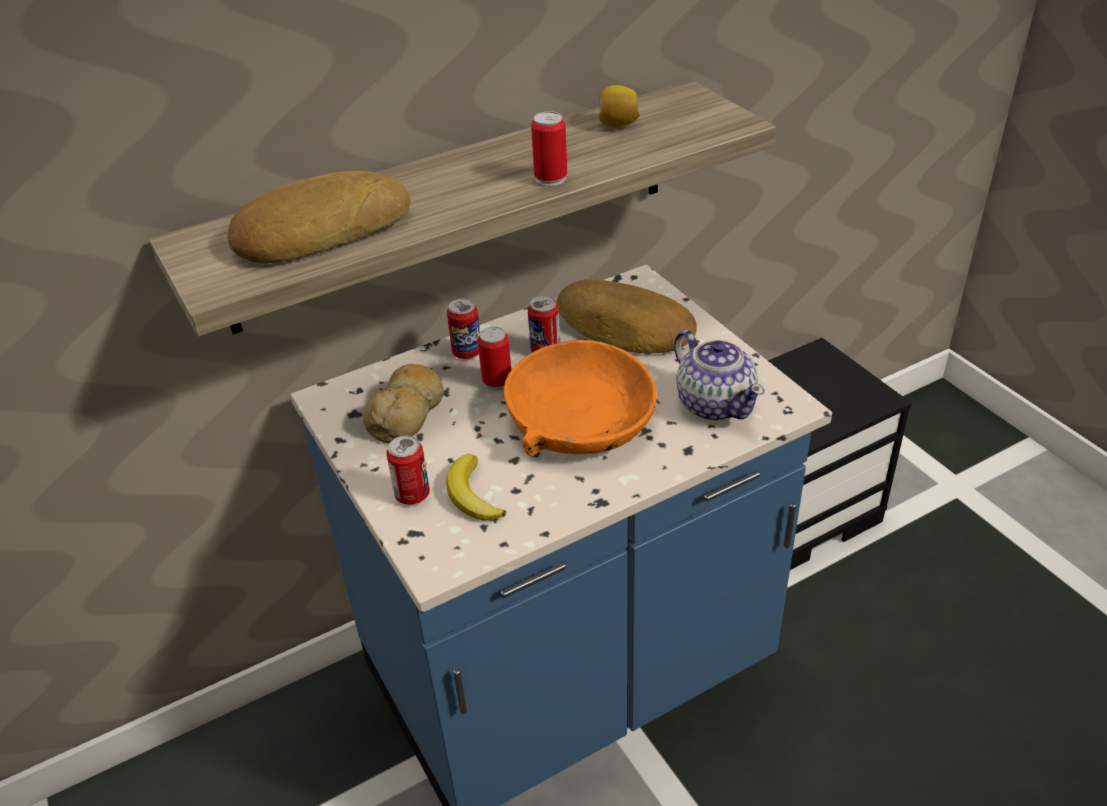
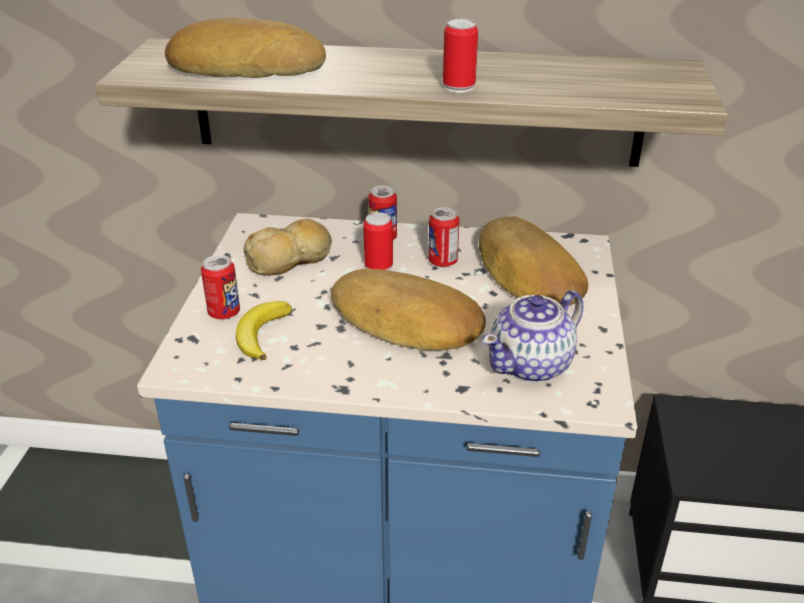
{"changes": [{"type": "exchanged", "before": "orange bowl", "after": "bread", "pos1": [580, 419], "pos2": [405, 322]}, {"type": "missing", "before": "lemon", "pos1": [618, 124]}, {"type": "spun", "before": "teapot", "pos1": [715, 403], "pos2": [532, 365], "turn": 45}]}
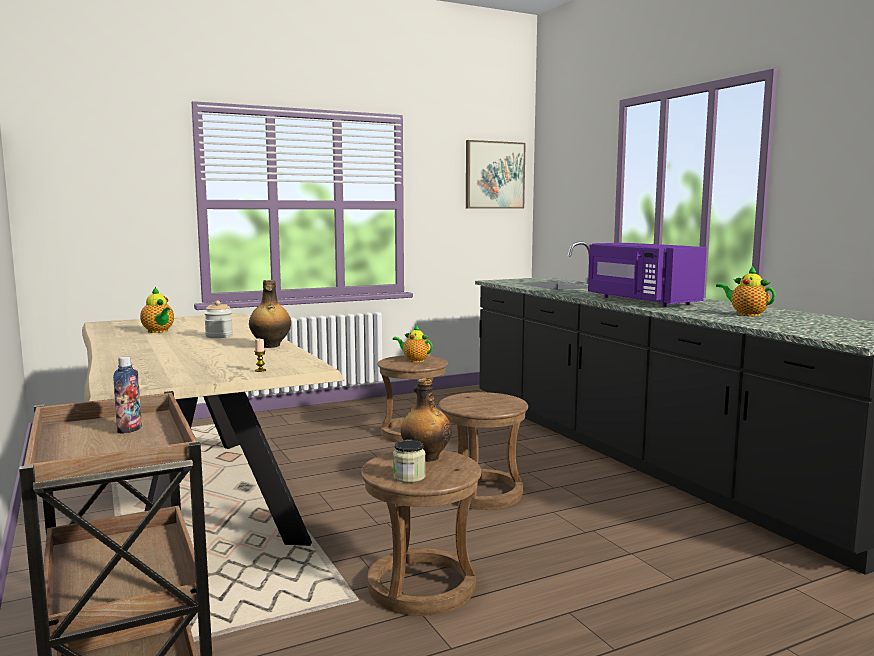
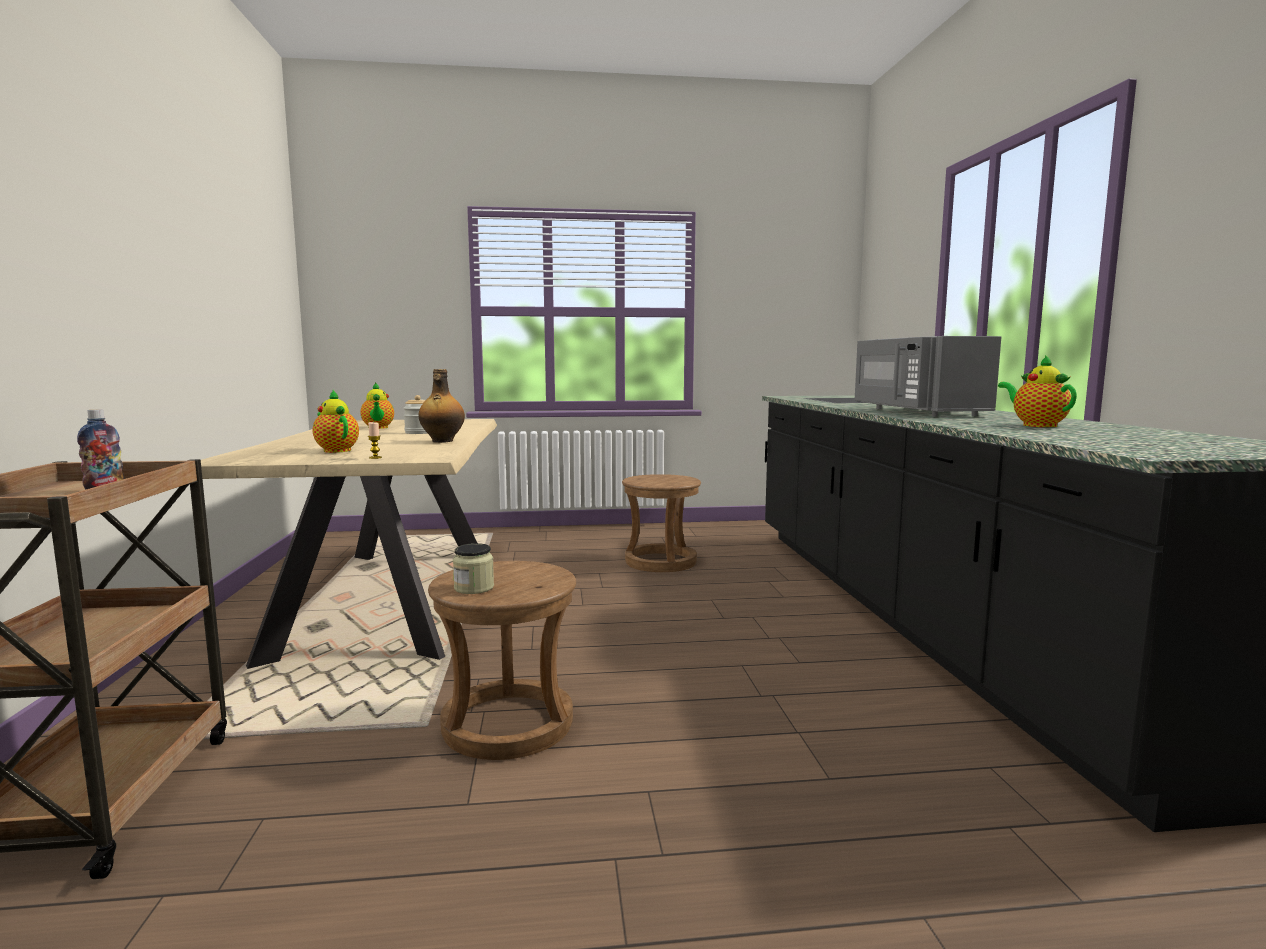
{"changes": [{"type": "relocated", "before": "teapot", "pos1": [414, 360], "pos2": [336, 450]}, {"type": "missing", "before": "bottle", "pos1": [426, 457]}, {"type": "missing", "before": "brown stool", "pos1": [482, 493]}, {"type": "missing", "before": "picture", "pos1": [494, 175]}, {"type": "colour", "before": "purple microwave", "after": "grey microwave", "pos1": [640, 301], "pos2": [915, 412]}]}
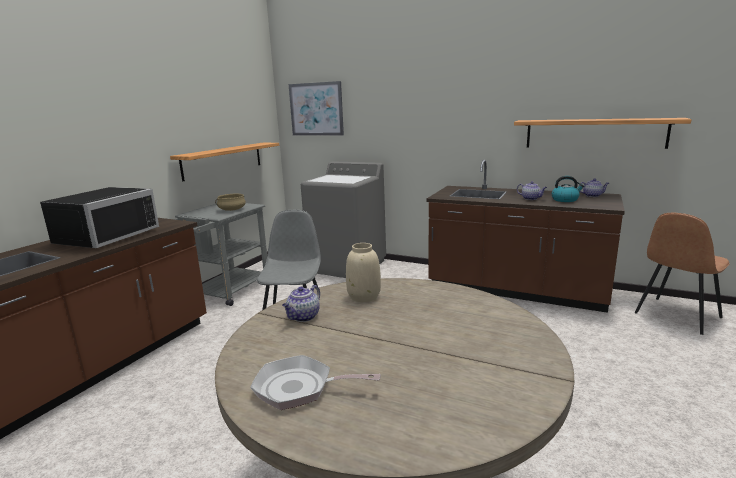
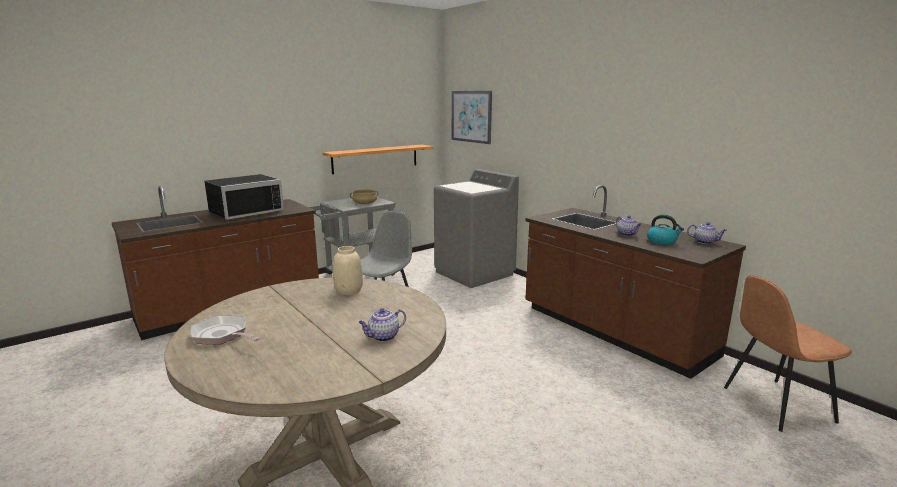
{"changes": [{"type": "relocated", "before": "teapot", "pos1": [303, 317], "pos2": [383, 337]}, {"type": "missing", "before": "shelf", "pos1": [594, 133]}]}
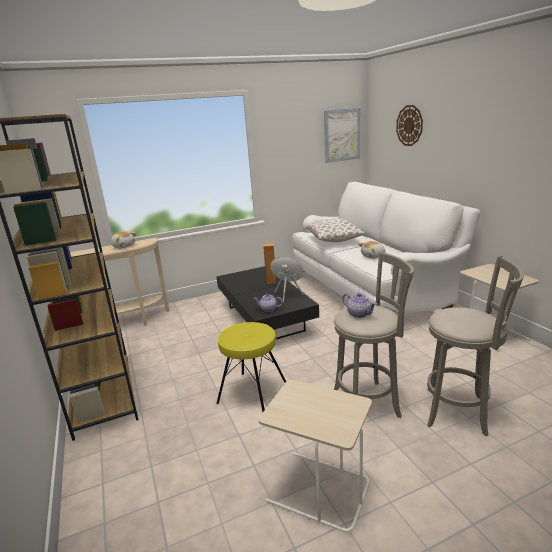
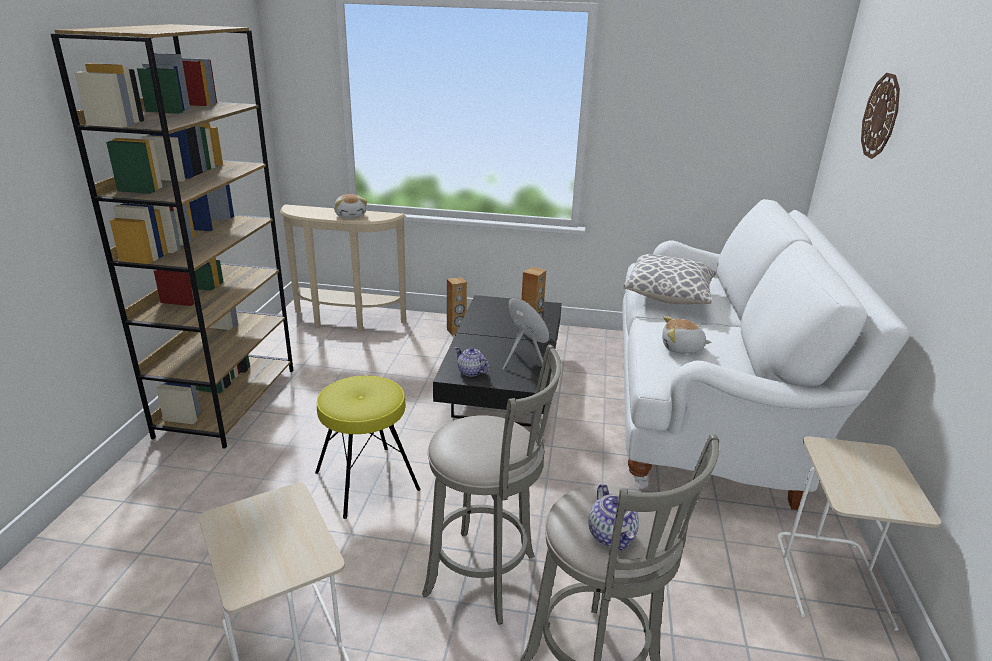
{"changes": [{"type": "missing", "before": "picture", "pos1": [342, 135]}, {"type": "relocated", "before": "teapot", "pos1": [359, 314], "pos2": [612, 535]}, {"type": "appeared", "after": "brown speaker", "pos2": [456, 331]}]}
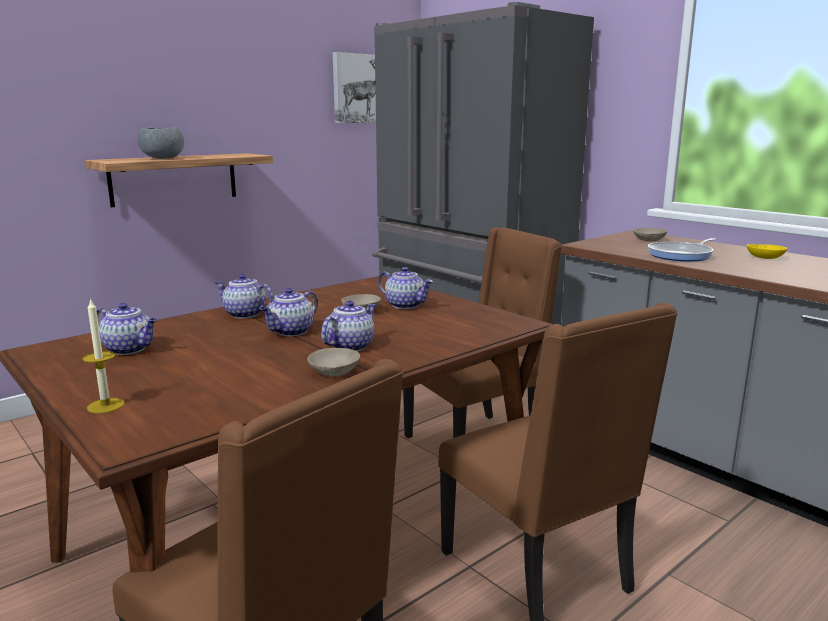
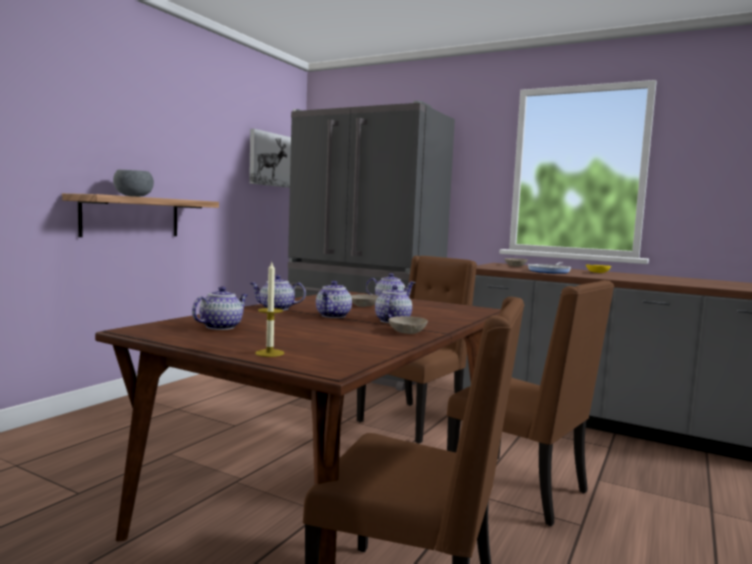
{"changes": [{"type": "spun", "before": "teapot", "pos1": [130, 349], "pos2": [221, 327], "turn": -60}]}
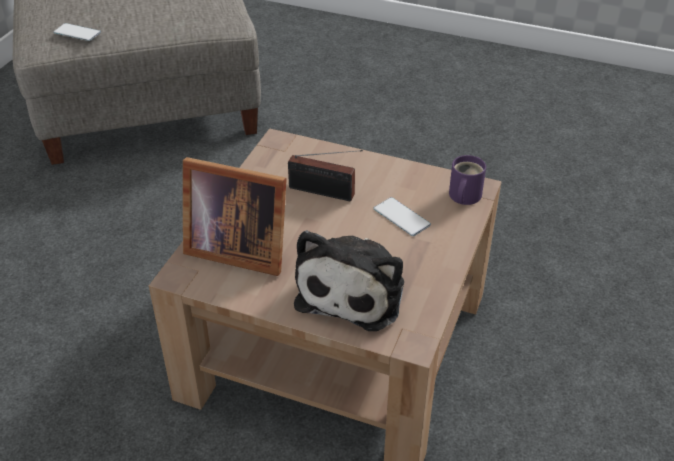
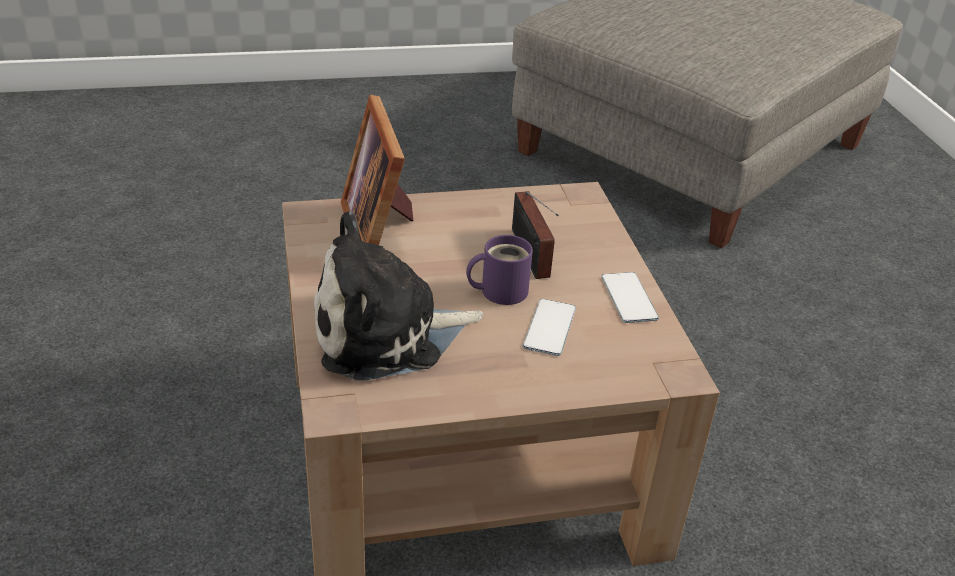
{"changes": [{"type": "relocated", "before": "phone", "pos1": [77, 32], "pos2": [629, 298]}, {"type": "relocated", "before": "purple mug", "pos1": [463, 196], "pos2": [499, 290]}]}
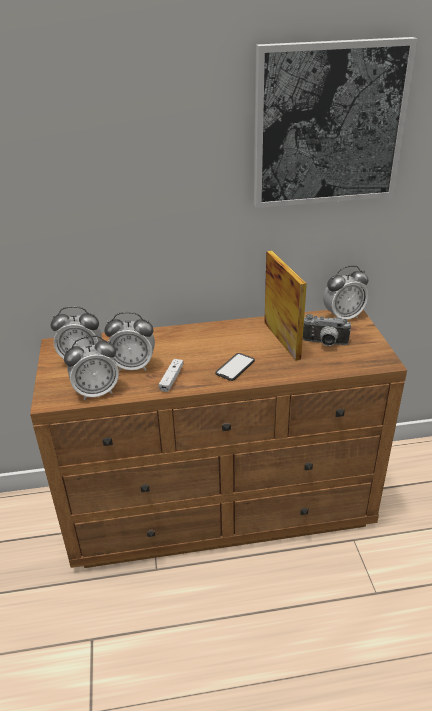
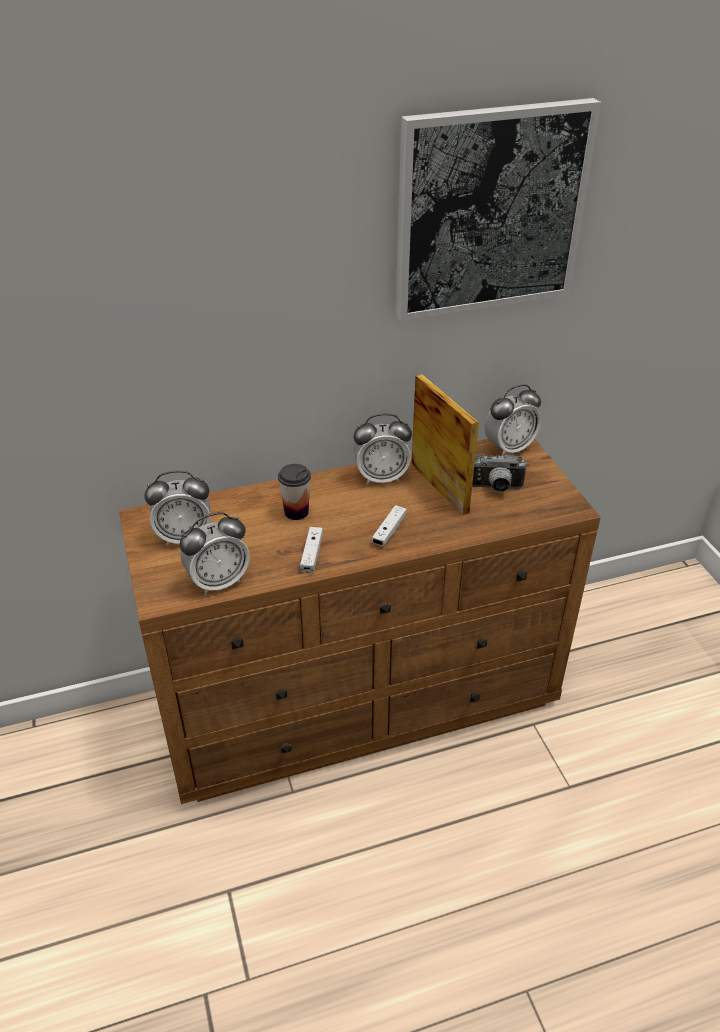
{"changes": [{"type": "relocated", "before": "alarm clock", "pos1": [133, 366], "pos2": [381, 478]}, {"type": "exchanged", "before": "phone", "after": "white game controller", "pos1": [235, 367], "pos2": [389, 531]}, {"type": "appeared", "after": "cup", "pos2": [296, 512]}]}
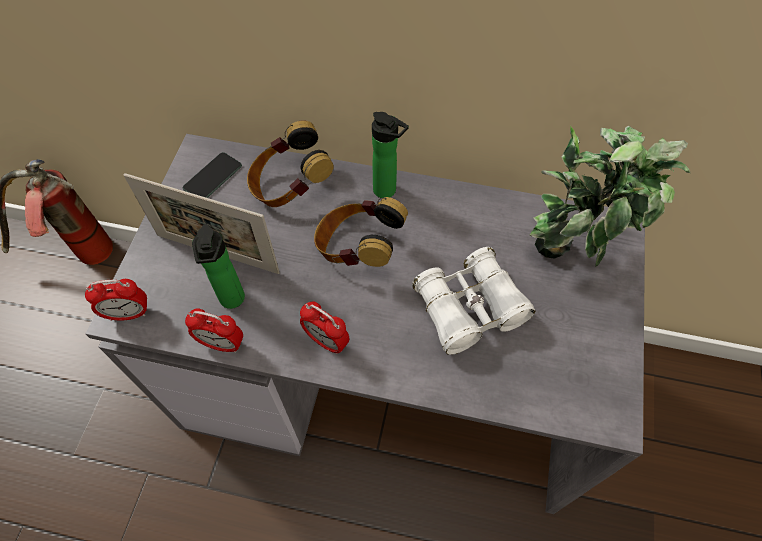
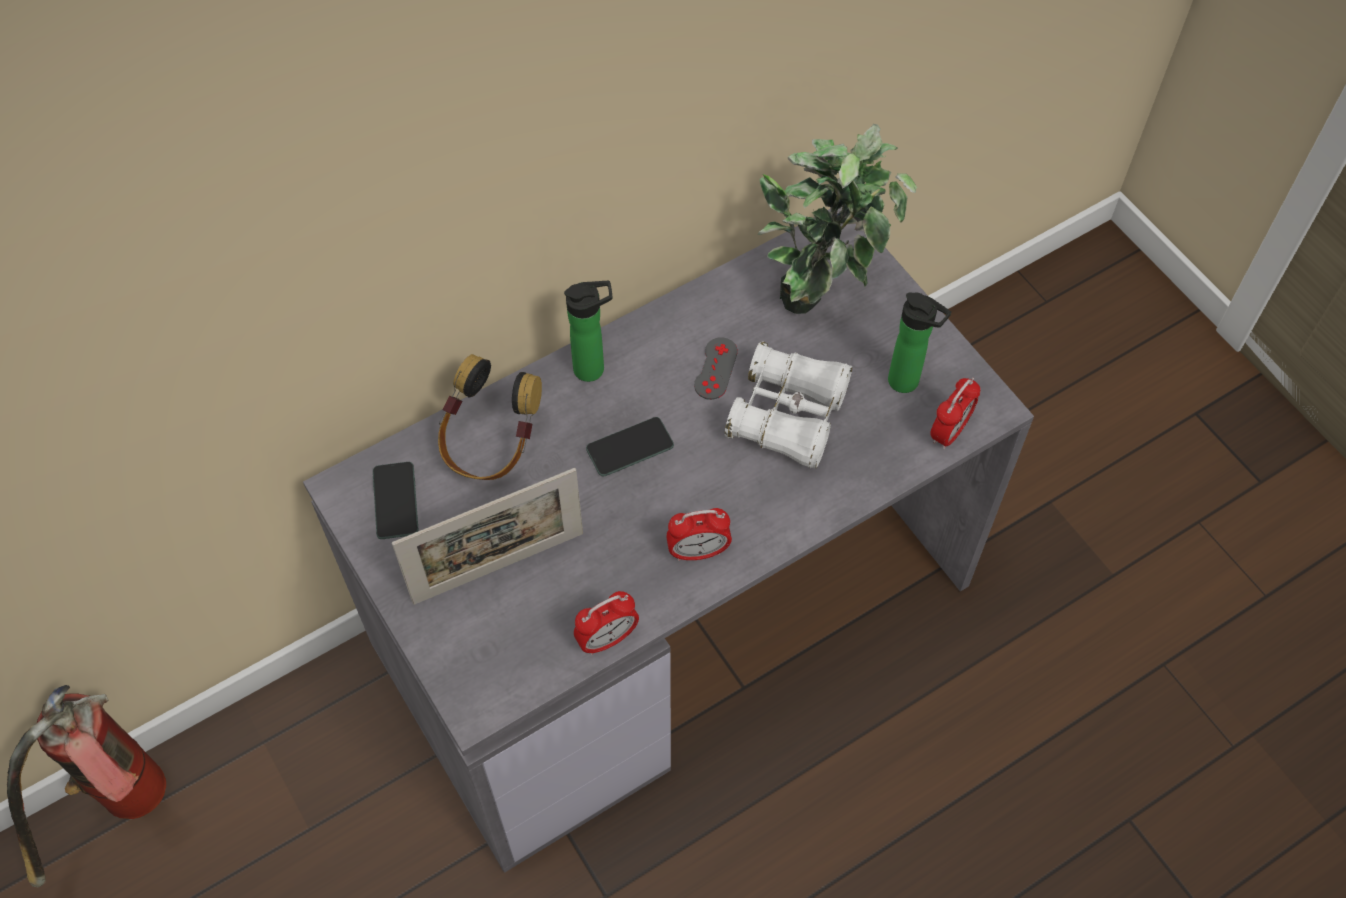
{"changes": [{"type": "relocated", "before": "alarm clock", "pos1": [129, 313], "pos2": [949, 432]}, {"type": "relocated", "before": "bottle", "pos1": [232, 301], "pos2": [907, 383]}, {"type": "exchanged", "before": "headphones", "after": "phone", "pos1": [357, 249], "pos2": [630, 447]}, {"type": "appeared", "after": "grey game controller", "pos2": [715, 368]}]}
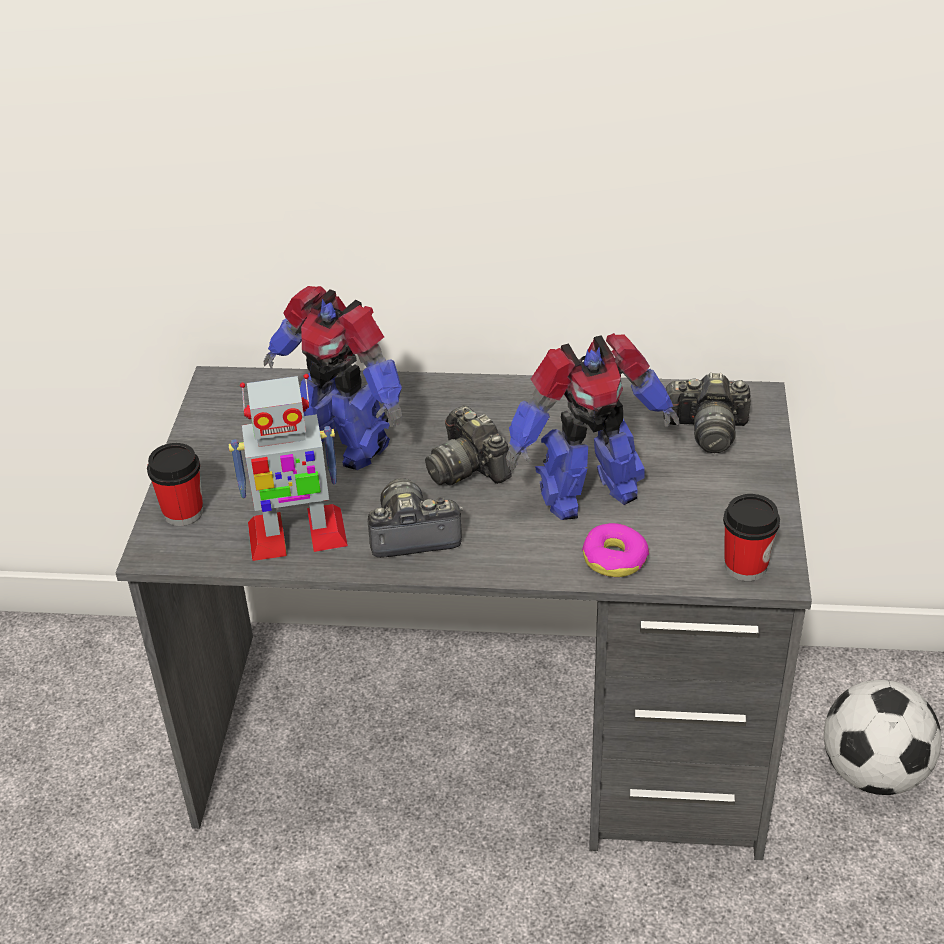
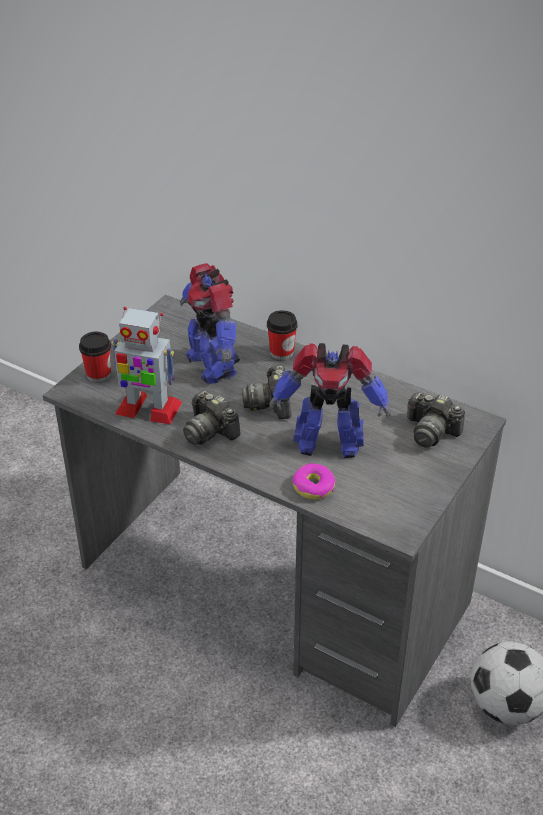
{"changes": [{"type": "spun", "before": "photo camera", "pos1": [412, 534], "pos2": [210, 431], "turn": -150}, {"type": "relocated", "before": "cup", "pos1": [745, 566], "pos2": [281, 353]}]}
